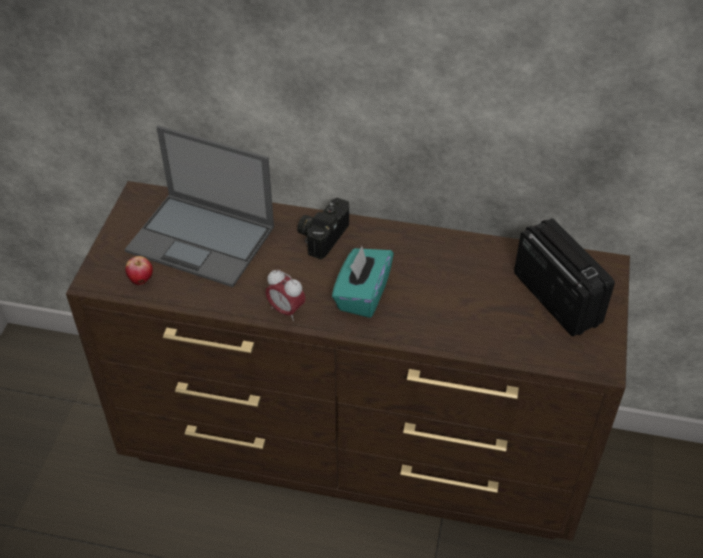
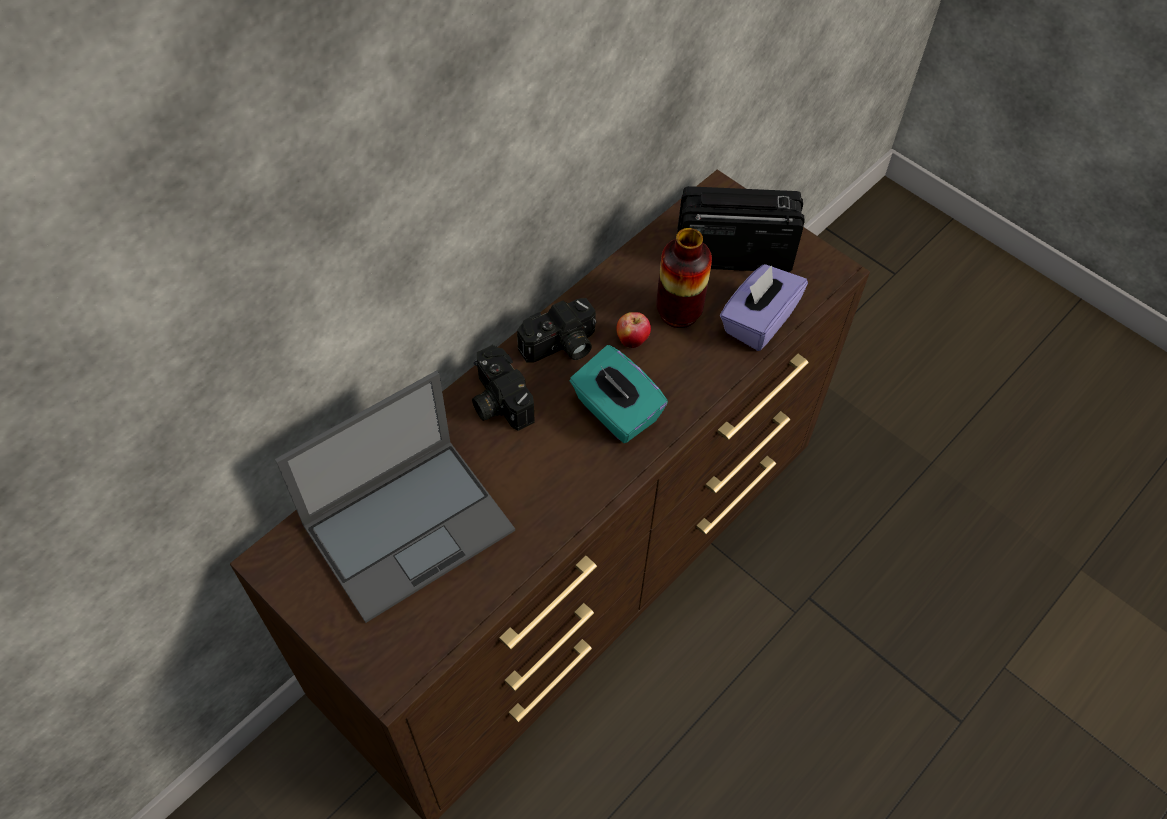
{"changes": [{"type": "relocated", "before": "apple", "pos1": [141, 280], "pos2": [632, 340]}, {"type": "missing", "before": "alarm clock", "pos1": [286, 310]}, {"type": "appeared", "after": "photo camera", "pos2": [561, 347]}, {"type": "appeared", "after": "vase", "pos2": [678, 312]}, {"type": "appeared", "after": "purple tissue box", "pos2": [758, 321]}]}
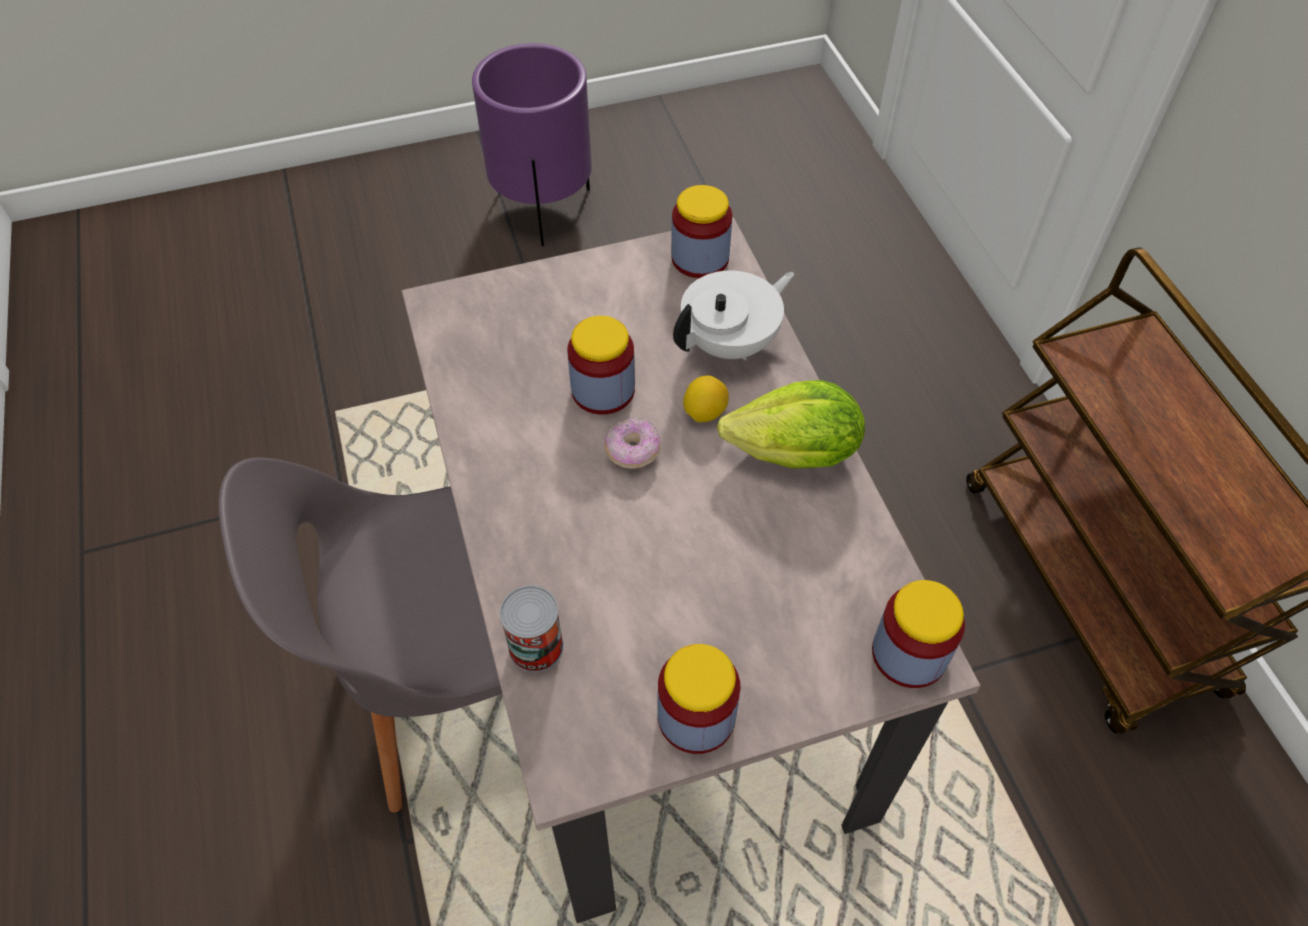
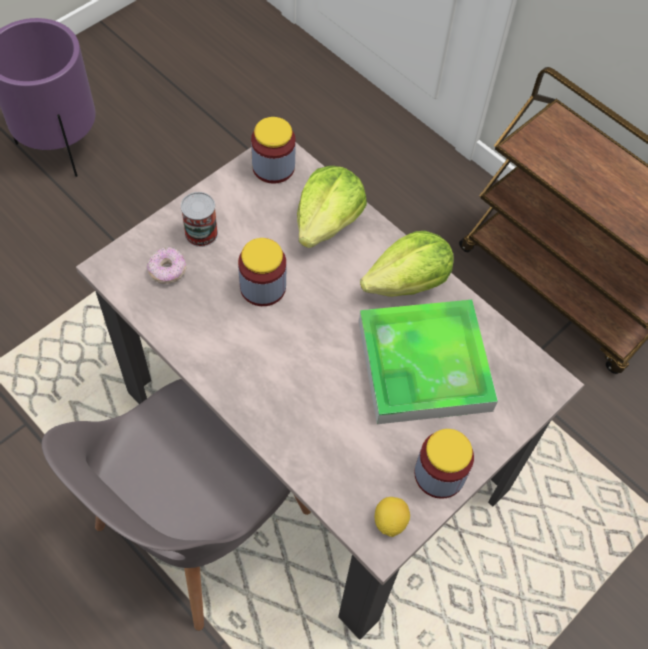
{"changes": [{"type": "relocated", "before": "can", "pos1": [536, 646], "pos2": [201, 233]}, {"type": "relocated", "before": "donut", "pos1": [633, 452], "pos2": [168, 271]}, {"type": "exchanged", "before": "white teapot", "after": "lettuce", "pos1": [731, 343], "pos2": [327, 222]}, {"type": "relocated", "before": "lemon", "pos1": [704, 412], "pos2": [390, 521]}, {"type": "missing", "before": "jar", "pos1": [909, 653]}, {"type": "appeared", "after": "tray", "pos2": [424, 365]}]}
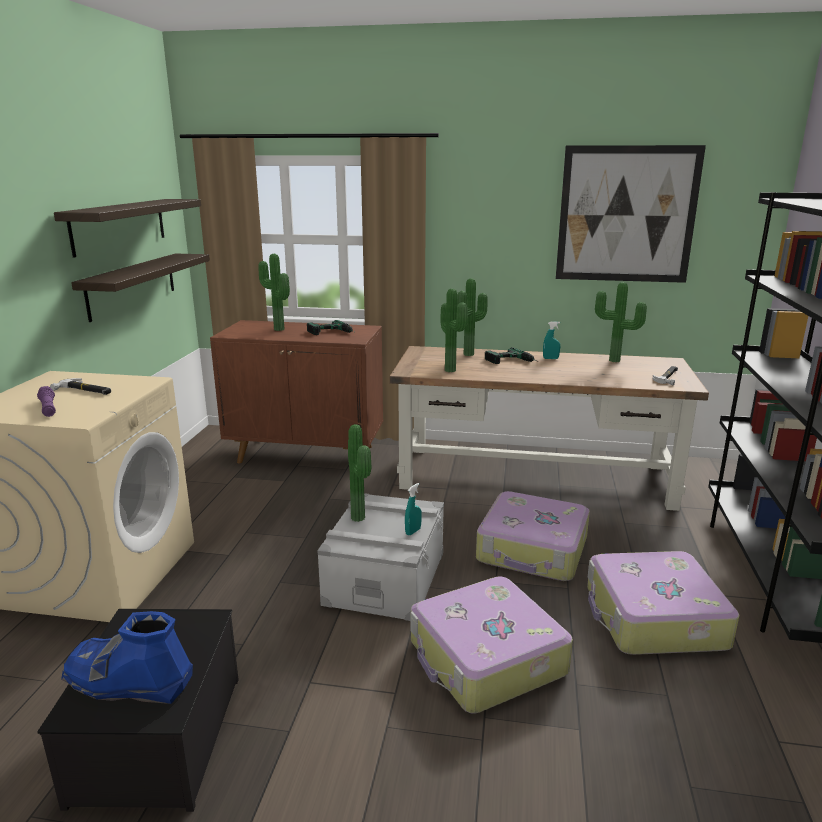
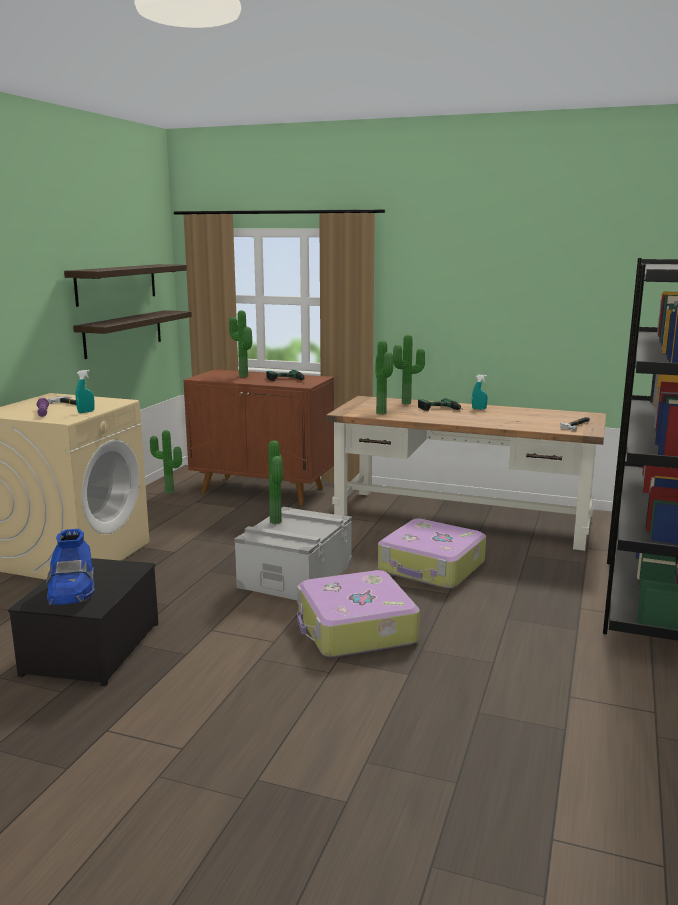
{"changes": [{"type": "spun", "before": "blue boot", "pos1": [129, 681], "pos2": [72, 592], "turn": -120}, {"type": "relocated", "before": "turquoise spray bottle", "pos1": [413, 531], "pos2": [86, 412]}, {"type": "missing", "before": "picture", "pos1": [626, 215]}, {"type": "missing", "before": "suitcase", "pos1": [653, 618]}, {"type": "relocated", "before": "potted plant", "pos1": [614, 361], "pos2": [168, 492]}]}
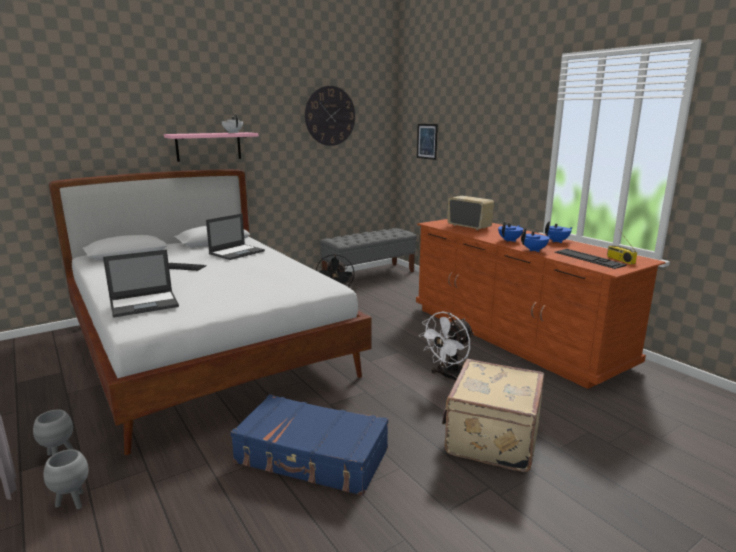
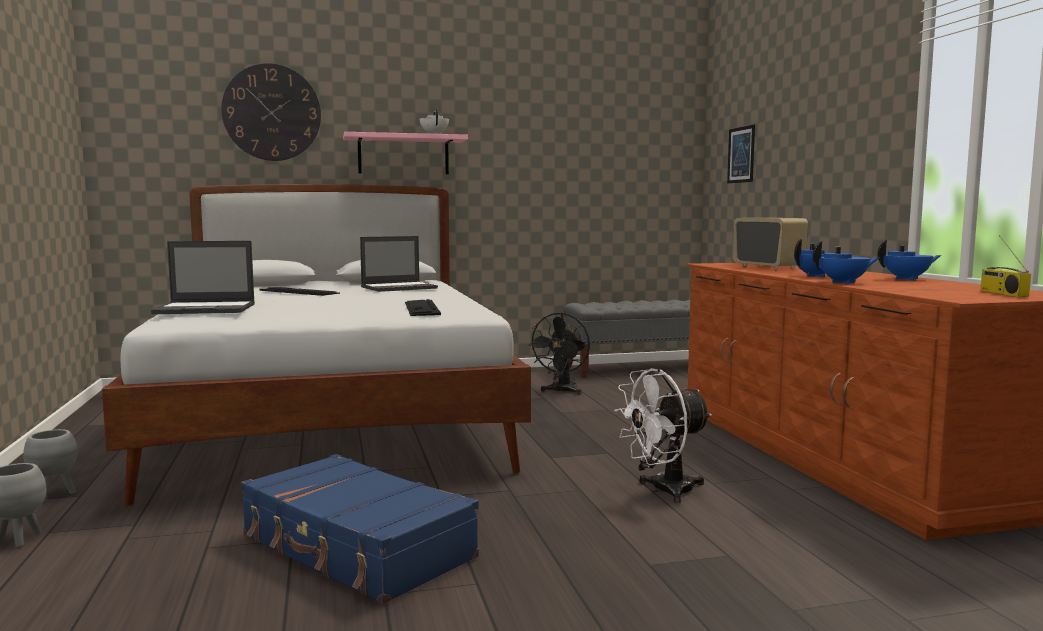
{"changes": [{"type": "relocated", "before": "wall clock", "pos1": [330, 116], "pos2": [272, 112]}, {"type": "missing", "before": "beige suitcase", "pos1": [490, 438]}, {"type": "relocated", "before": "keyboard", "pos1": [588, 258], "pos2": [421, 308]}]}
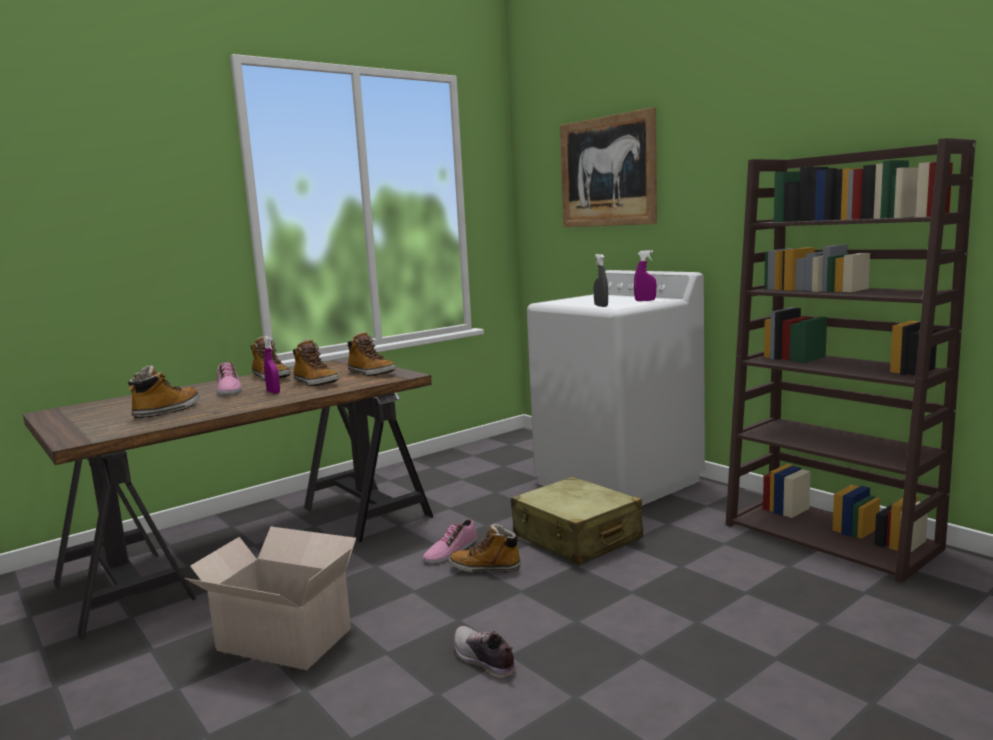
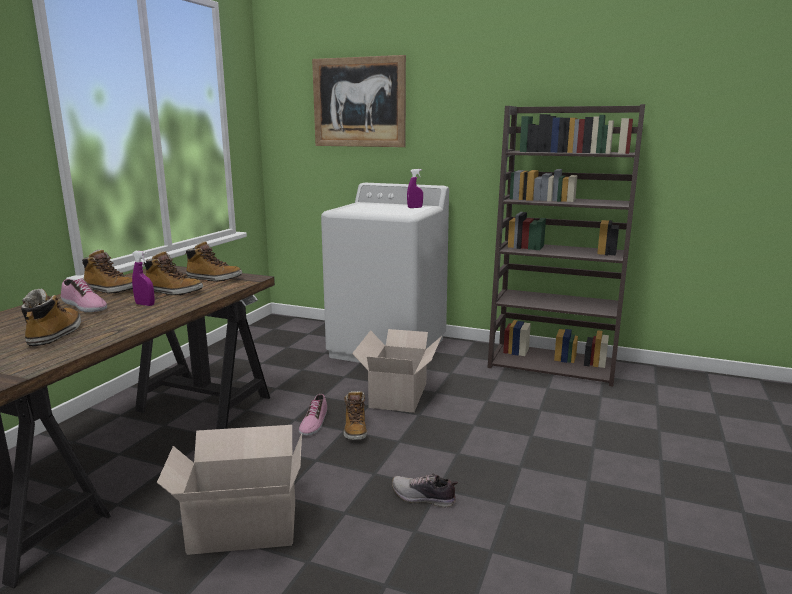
{"changes": [{"type": "spun", "before": "boot", "pos1": [485, 568], "pos2": [355, 430], "turn": -75}, {"type": "exchanged", "before": "beige suitcase", "after": "cardboard box", "pos1": [576, 538], "pos2": [399, 394]}, {"type": "missing", "before": "grey spray bottle", "pos1": [601, 306]}]}
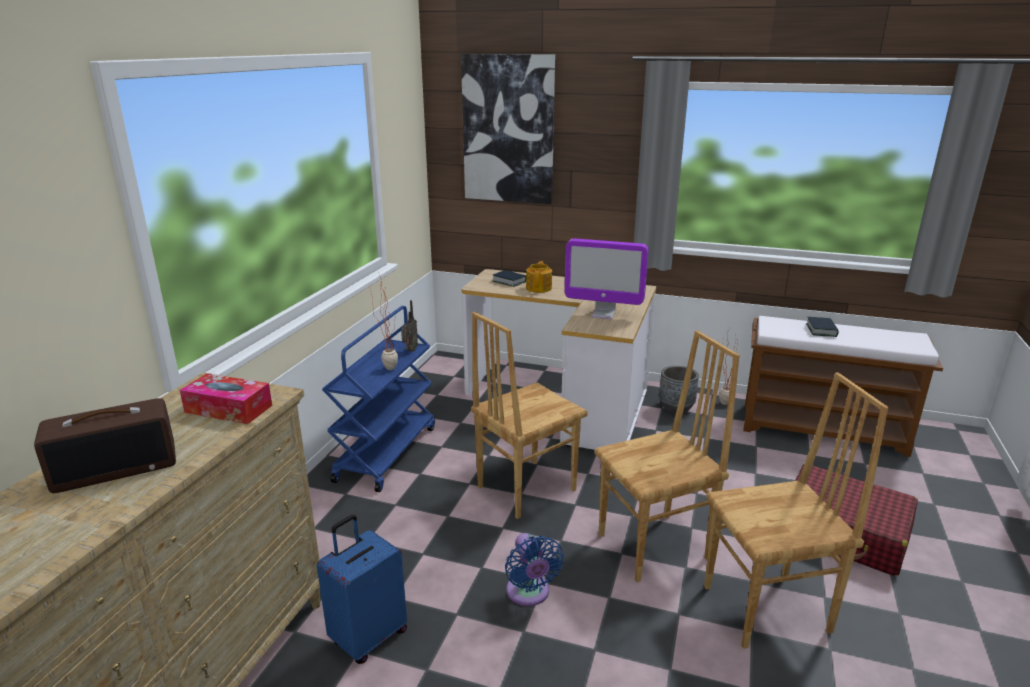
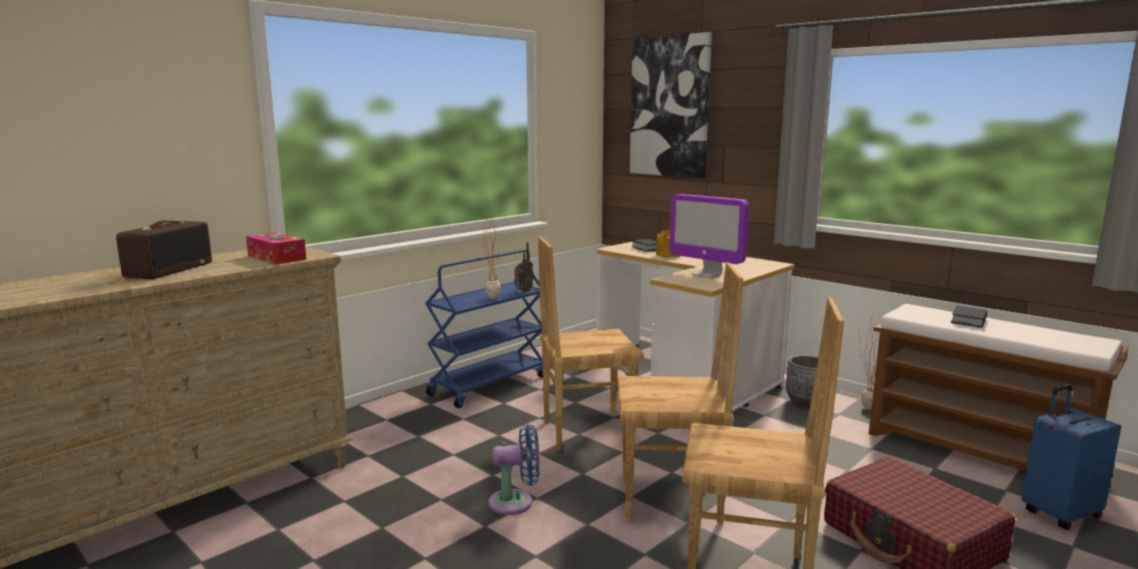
{"changes": [{"type": "spun", "before": "radio", "pos1": [117, 467], "pos2": [169, 270], "turn": -75}, {"type": "relocated", "before": "blue suitcase", "pos1": [368, 637], "pos2": [1059, 514]}, {"type": "spun", "before": "blue fan", "pos1": [529, 594], "pos2": [515, 502], "turn": -105}]}
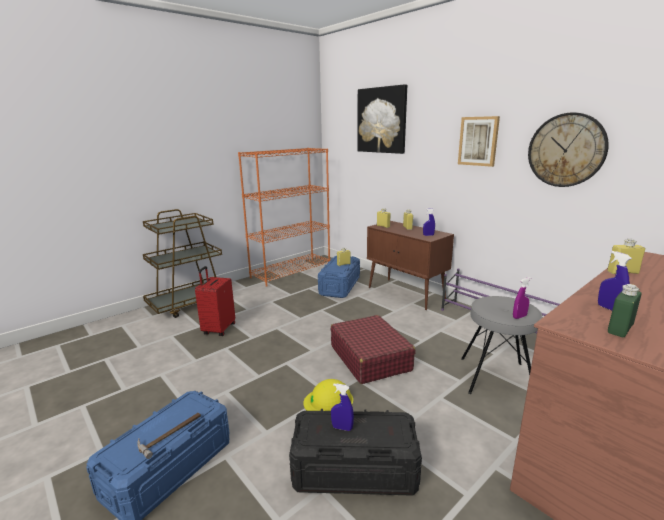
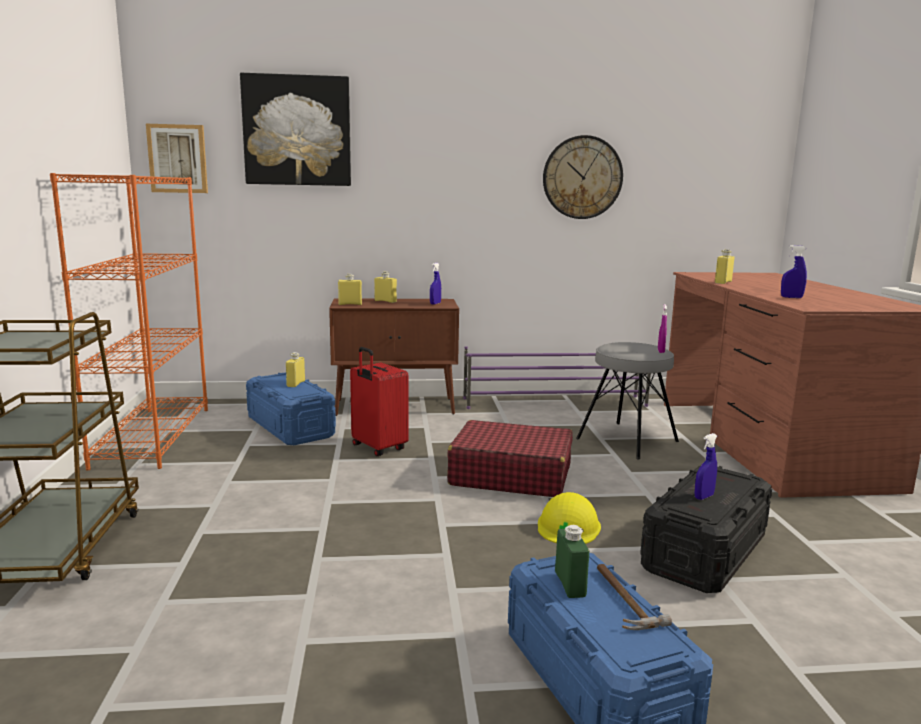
{"changes": [{"type": "relocated", "before": "red suitcase", "pos1": [218, 329], "pos2": [377, 448]}, {"type": "relocated", "before": "picture", "pos1": [478, 141], "pos2": [178, 159]}, {"type": "relocated", "before": "green bottle", "pos1": [620, 329], "pos2": [570, 584]}]}
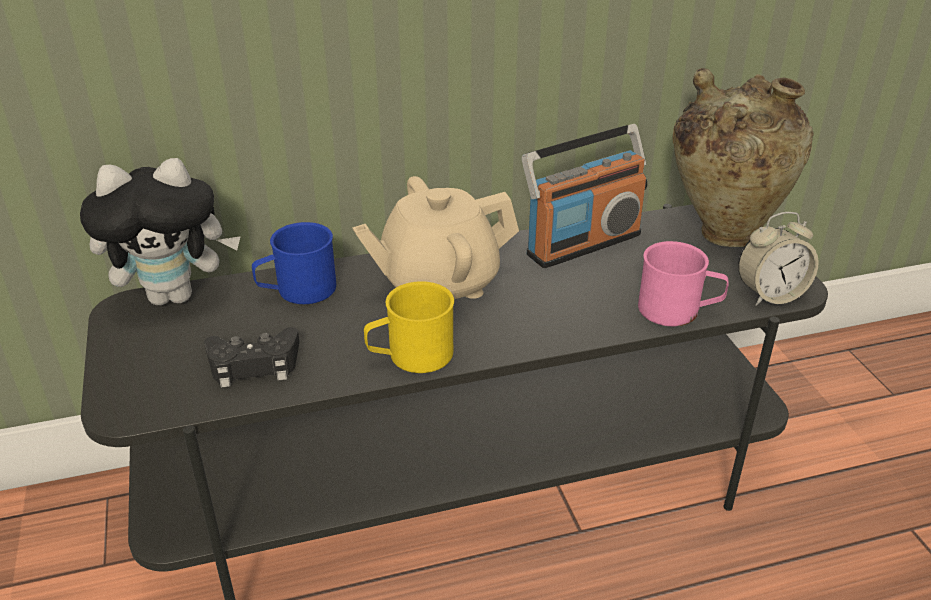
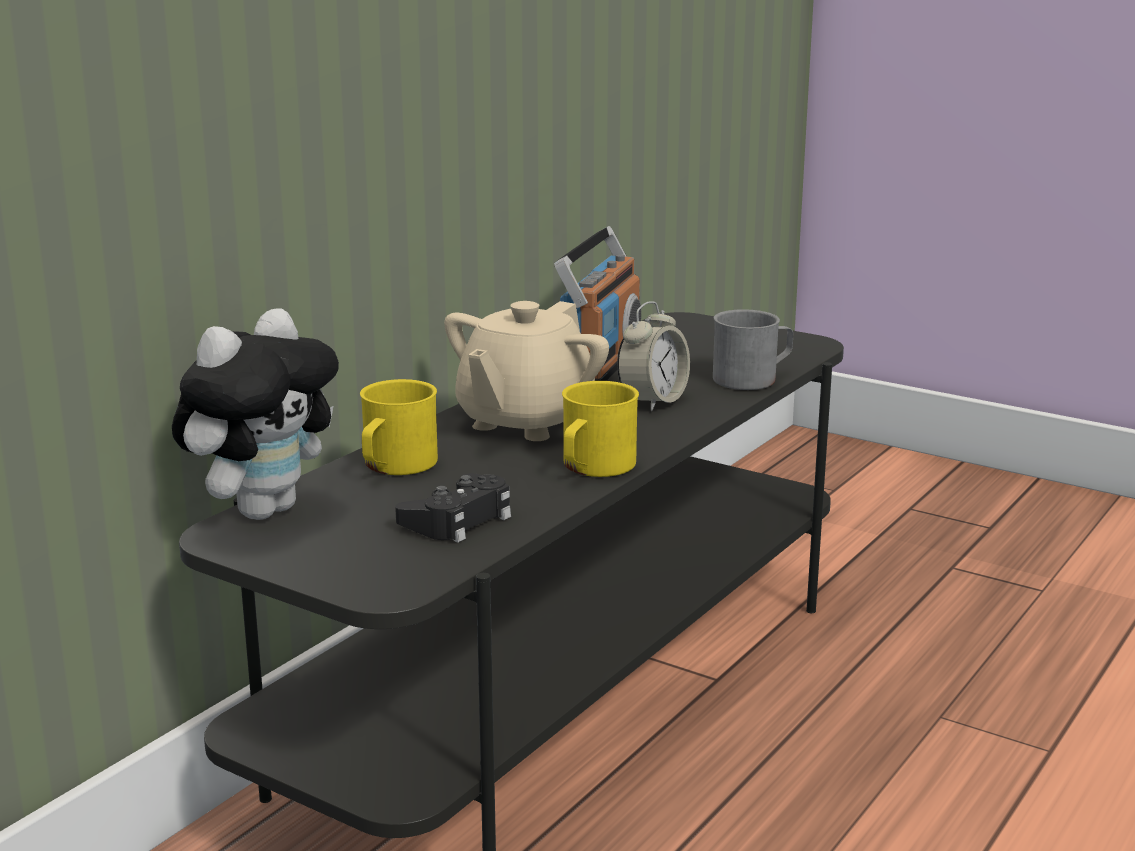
{"changes": [{"type": "colour", "before": "blue mug", "after": "yellow mug", "pos1": [297, 291], "pos2": [394, 466]}, {"type": "colour", "before": "pink mug", "after": "grey mug", "pos1": [678, 310], "pos2": [753, 378]}, {"type": "missing", "before": "beige vase", "pos1": [724, 231]}, {"type": "relocated", "before": "alarm clock", "pos1": [770, 295], "pos2": [653, 401]}]}
